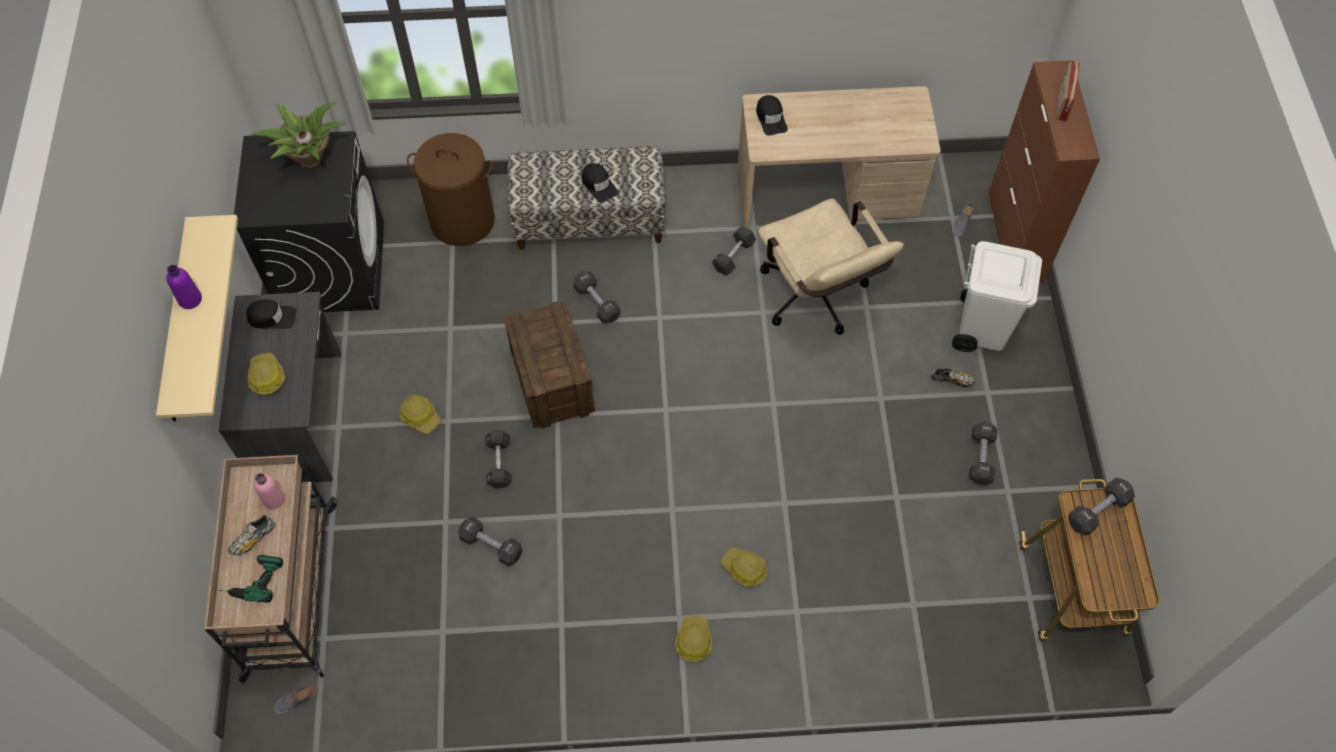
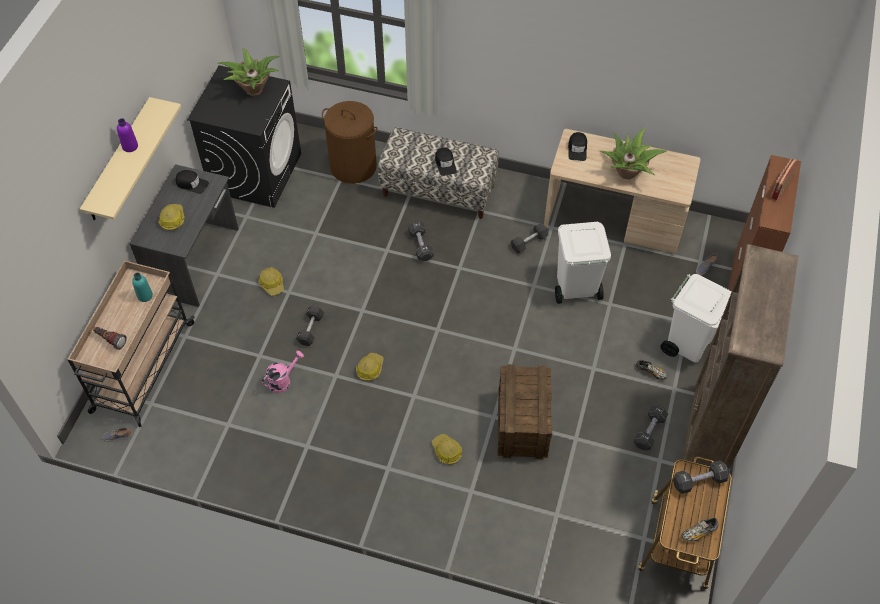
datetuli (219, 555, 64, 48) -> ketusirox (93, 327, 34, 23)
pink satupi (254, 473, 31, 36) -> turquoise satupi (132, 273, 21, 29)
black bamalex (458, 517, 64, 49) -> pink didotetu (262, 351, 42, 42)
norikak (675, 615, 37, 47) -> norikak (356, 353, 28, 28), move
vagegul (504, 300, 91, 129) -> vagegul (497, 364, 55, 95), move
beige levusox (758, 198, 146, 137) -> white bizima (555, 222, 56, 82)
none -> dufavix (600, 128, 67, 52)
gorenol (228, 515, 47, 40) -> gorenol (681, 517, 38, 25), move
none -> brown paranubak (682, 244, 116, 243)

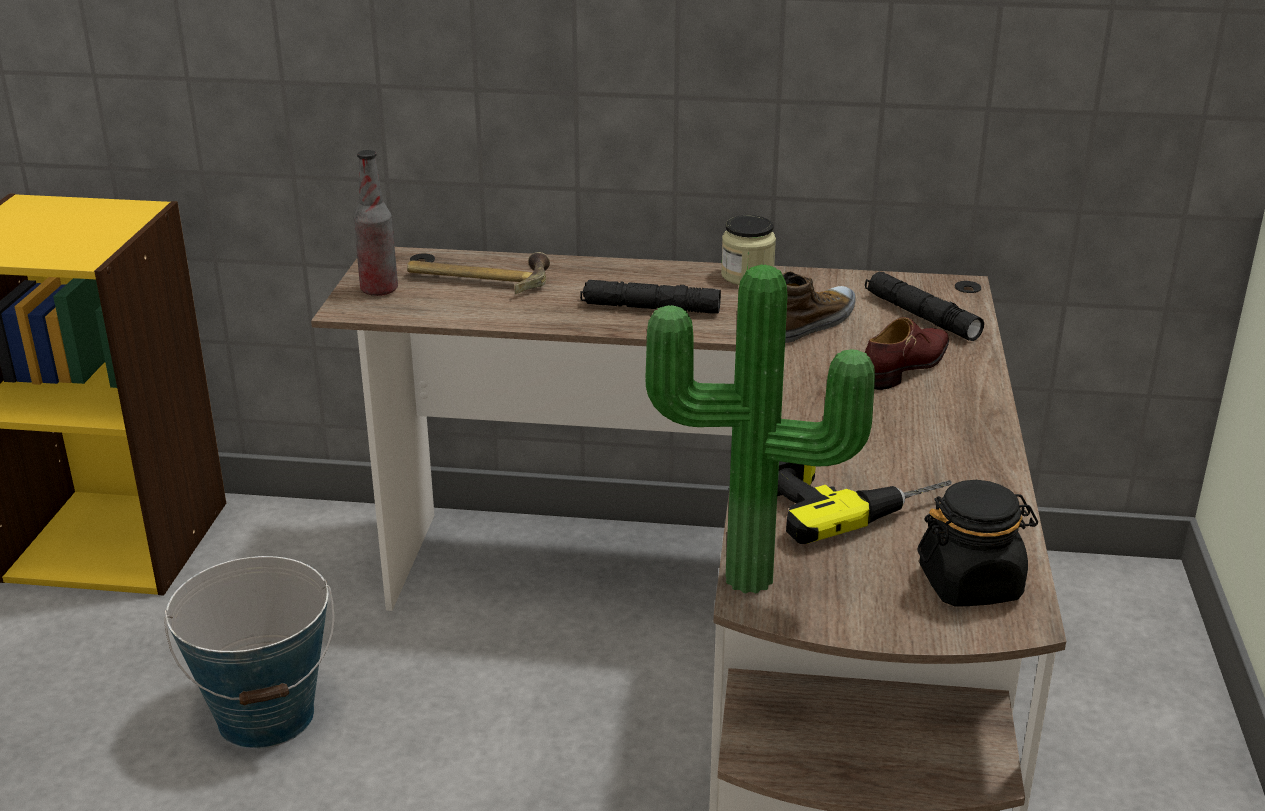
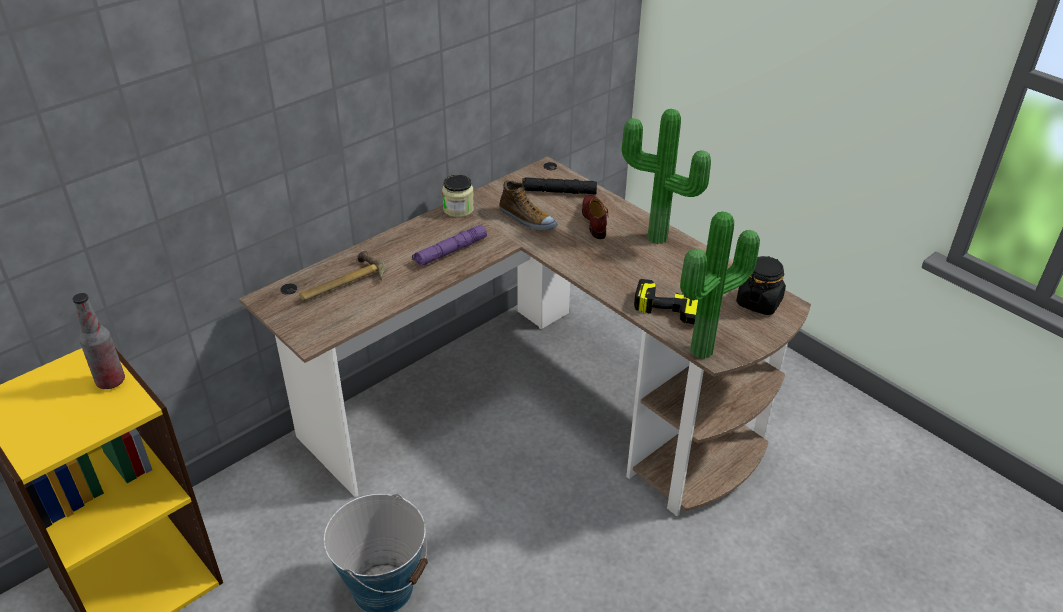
satupi (354, 150, 44, 146) -> satupi (72, 293, 53, 96), move
black ketusirox (580, 280, 141, 34) -> purple ketusirox (412, 225, 75, 41)
gorenol (782, 271, 74, 72) -> gorenol (499, 180, 58, 51), 135 degrees clockwise
none -> dufavix (622, 109, 89, 135)

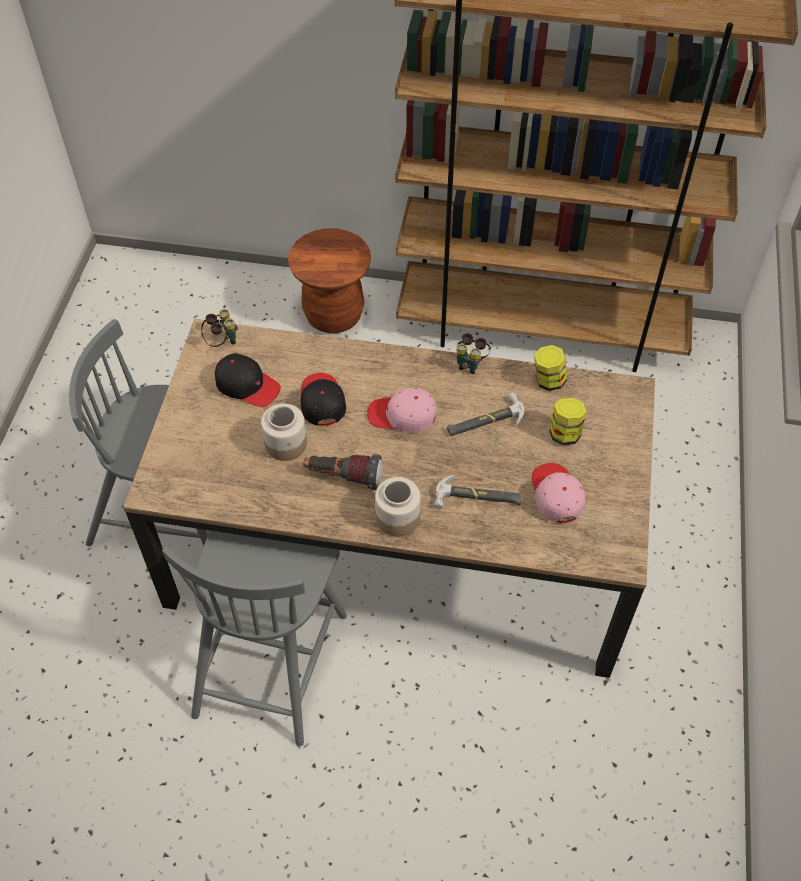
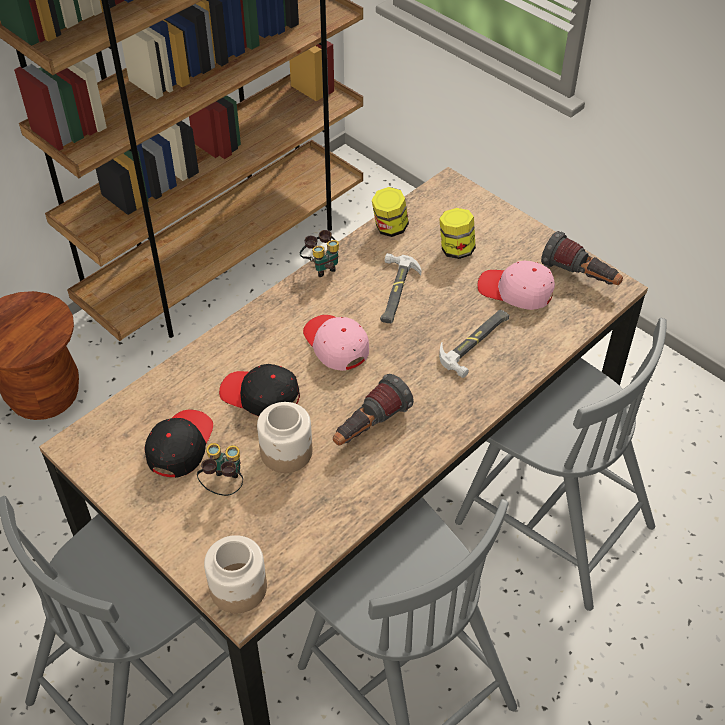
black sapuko (215, 354, 66, 53) -> black sapuko (144, 409, 69, 69), 45 degrees counterclockwise
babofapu (201, 309, 37, 38) -> babofapu (197, 443, 46, 53), move
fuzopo (375, 477, 46, 60) -> fuzopo (204, 535, 63, 78), move
pink sapuko (367, 388, 69, 45) -> pink sapuko (303, 315, 66, 56), 105 degrees clockwise
none -> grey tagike (455, 318, 212, 293)
none -> ketusirox (541, 231, 82, 54)

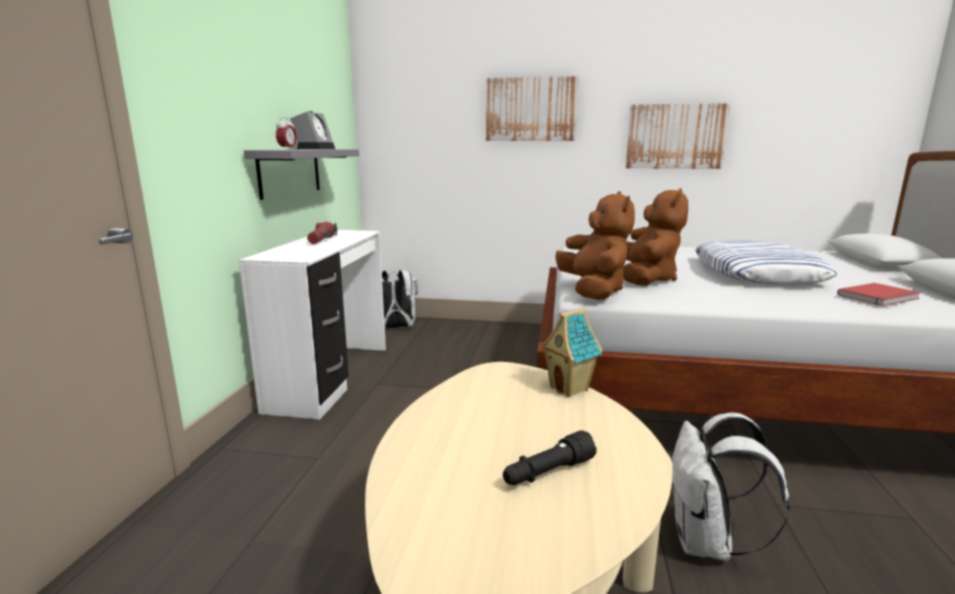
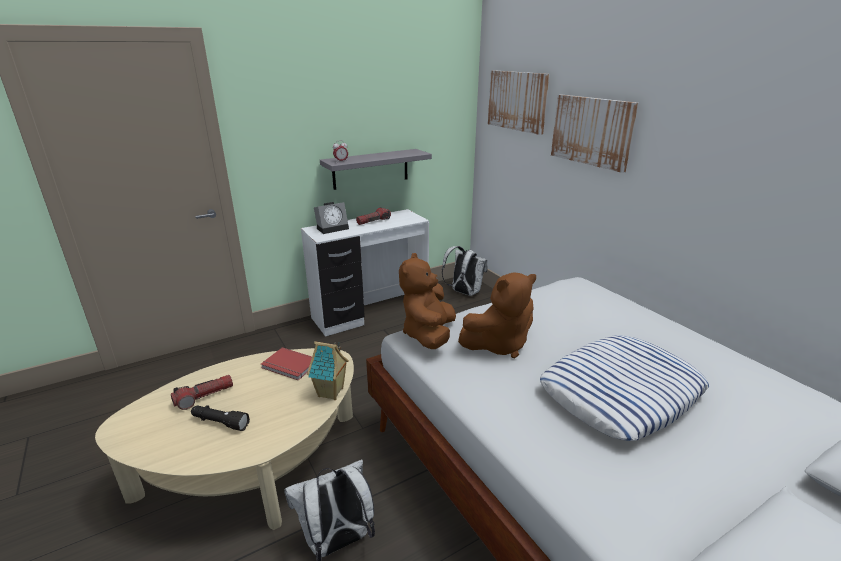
none -> ketusirox (171, 375, 62, 35)
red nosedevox (837, 283, 84, 23) -> red nosedevox (261, 347, 51, 34), move
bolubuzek (290, 111, 45, 38) -> bolubuzek (314, 202, 35, 32), move
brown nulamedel (555, 191, 80, 109) -> brown nulamedel (399, 253, 57, 96), 150 degrees clockwise
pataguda (626, 103, 104, 66) -> pataguda (488, 70, 62, 65), move

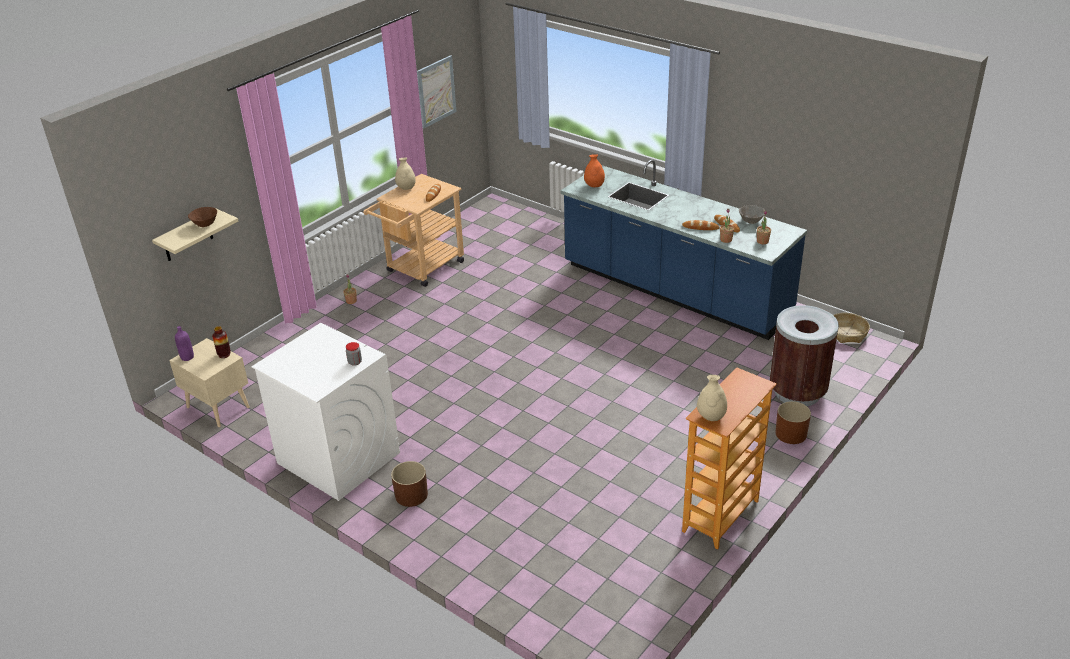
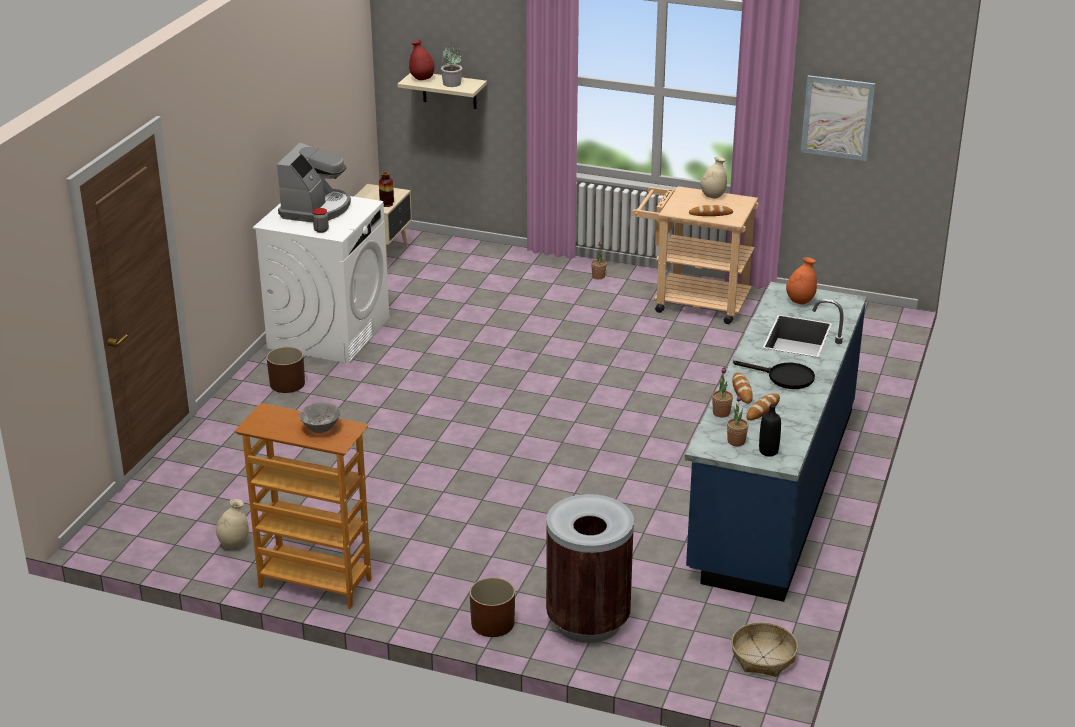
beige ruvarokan (697, 375, 30, 46) -> beige ruvarokan (216, 499, 33, 49), move
none -> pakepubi (277, 143, 74, 79)
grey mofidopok (739, 205, 26, 19) -> grey mofidopok (299, 403, 42, 30), move
none -> red ruvarokan (409, 40, 25, 40)
brown mofidopok (188, 207, 29, 20) -> dufavix (441, 43, 22, 44)
none -> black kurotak (733, 361, 82, 28)
none -> black satupi (759, 404, 22, 53)
purple satupi (175, 326, 19, 35) -> none

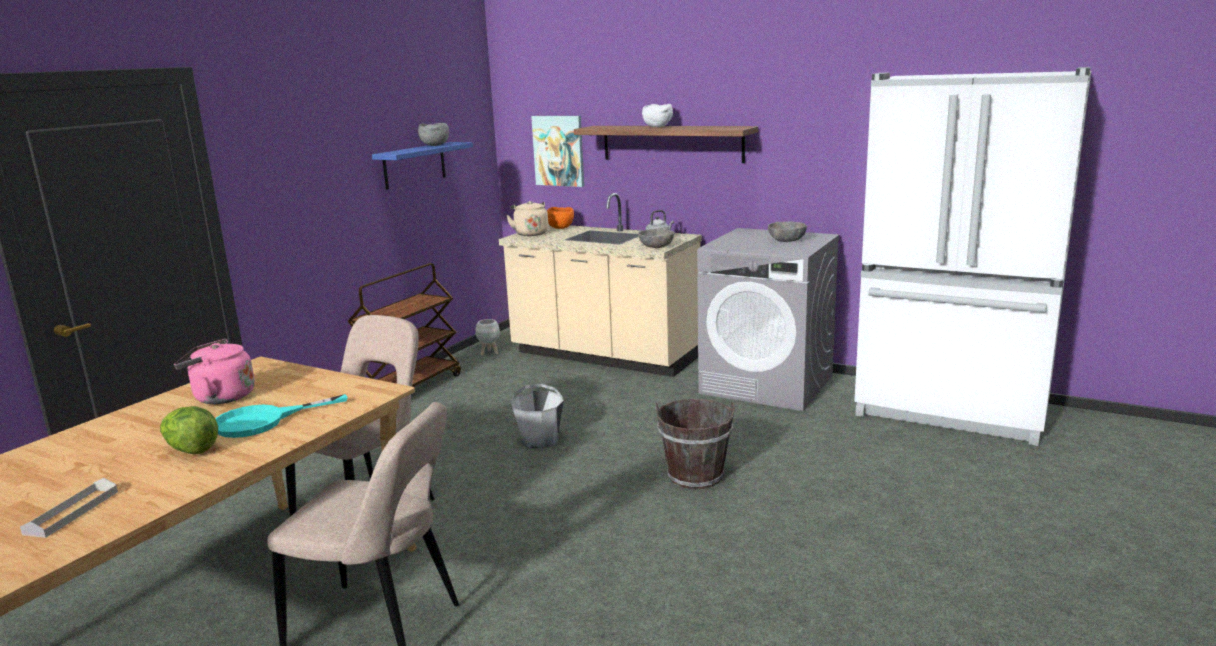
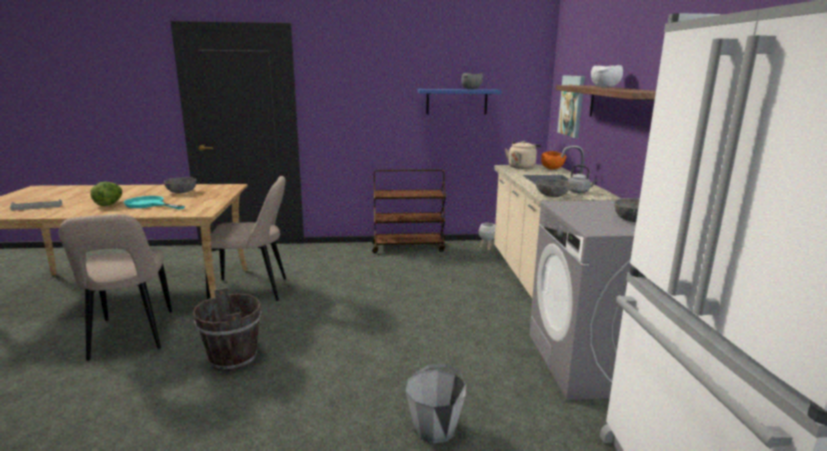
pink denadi (174, 339, 81, 65) -> grey mofidopok (164, 177, 33, 17)
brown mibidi (656, 399, 79, 90) -> brown mibidi (193, 288, 68, 83), move
grey mibidi (510, 384, 54, 65) -> grey mibidi (405, 364, 61, 80), move

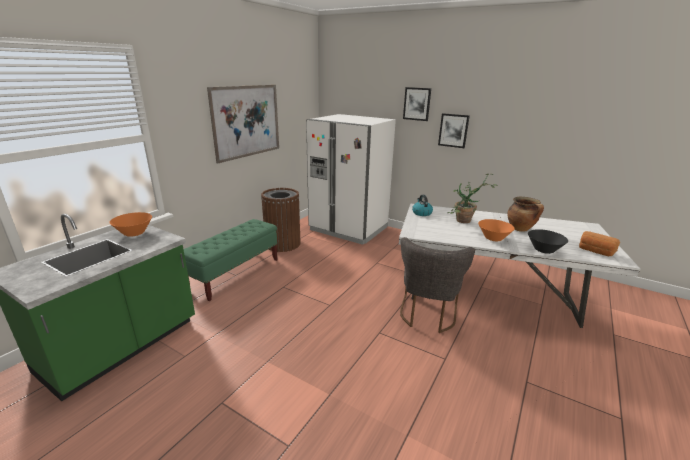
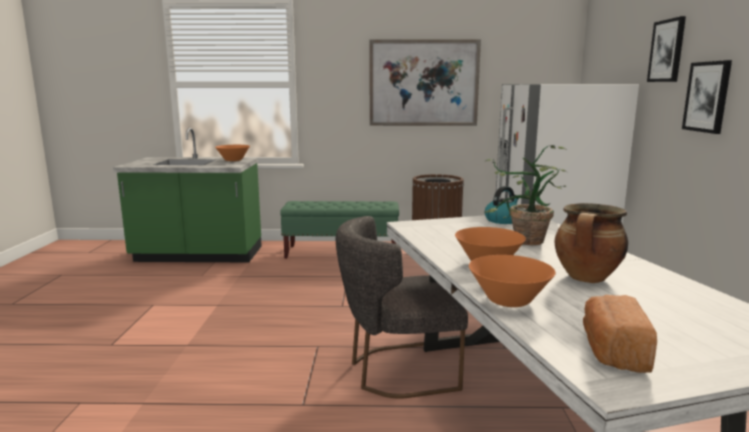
black mofidopok (528, 229, 40, 25) -> orange mofidopok (469, 255, 87, 52)

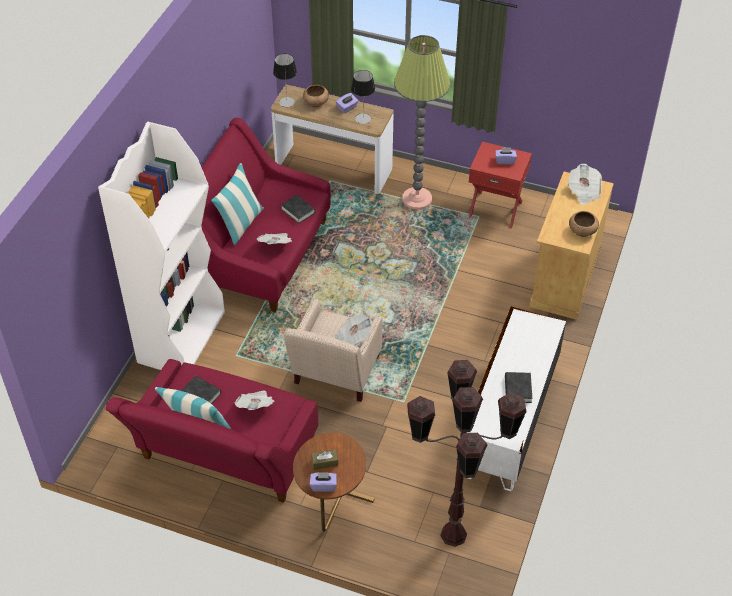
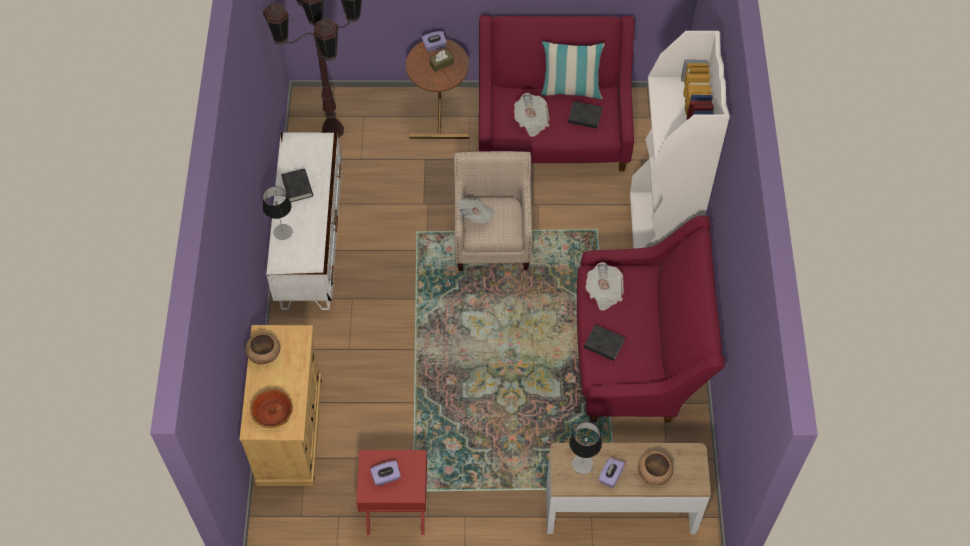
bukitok (568, 164, 34, 41) -> mofidopok (250, 389, 43, 39)
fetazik (273, 54, 24, 53) -> fetazik (263, 186, 29, 54), move
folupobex (211, 163, 53, 82) -> none
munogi (394, 35, 56, 175) -> none

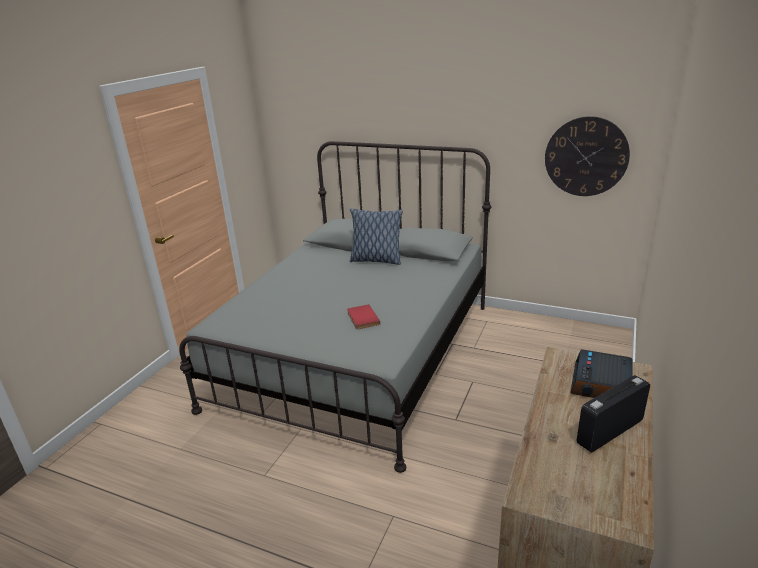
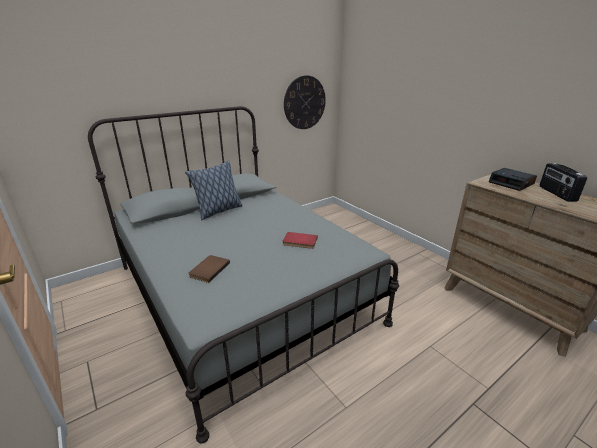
none -> brown nosedevox (188, 255, 42, 28)

